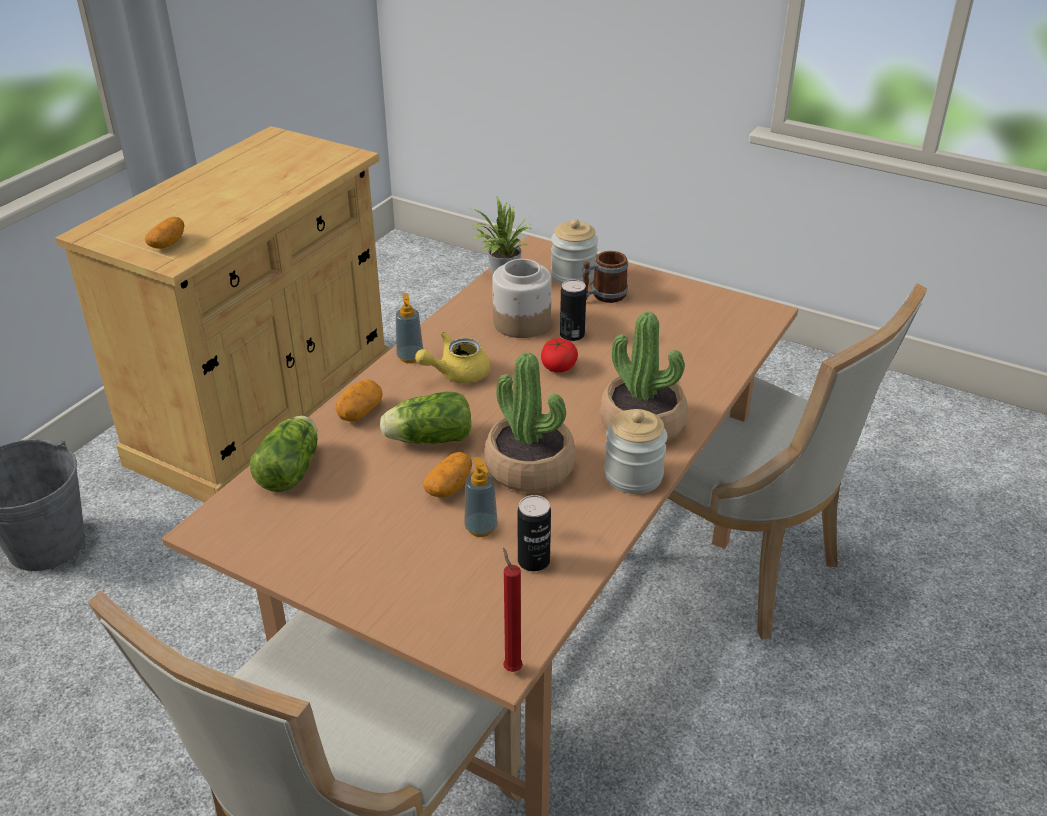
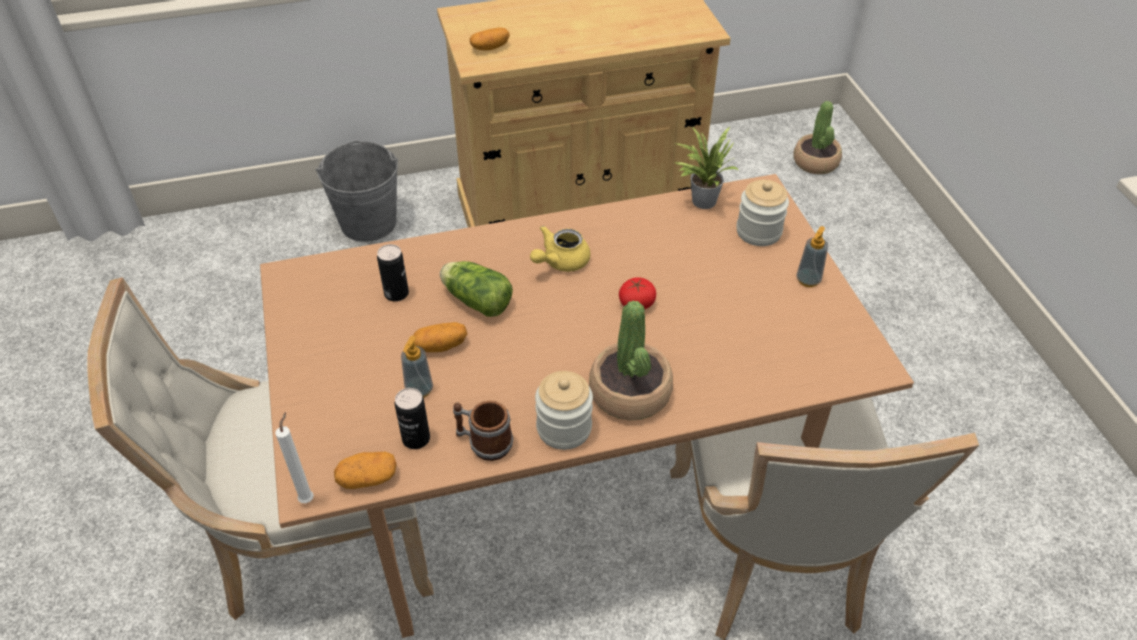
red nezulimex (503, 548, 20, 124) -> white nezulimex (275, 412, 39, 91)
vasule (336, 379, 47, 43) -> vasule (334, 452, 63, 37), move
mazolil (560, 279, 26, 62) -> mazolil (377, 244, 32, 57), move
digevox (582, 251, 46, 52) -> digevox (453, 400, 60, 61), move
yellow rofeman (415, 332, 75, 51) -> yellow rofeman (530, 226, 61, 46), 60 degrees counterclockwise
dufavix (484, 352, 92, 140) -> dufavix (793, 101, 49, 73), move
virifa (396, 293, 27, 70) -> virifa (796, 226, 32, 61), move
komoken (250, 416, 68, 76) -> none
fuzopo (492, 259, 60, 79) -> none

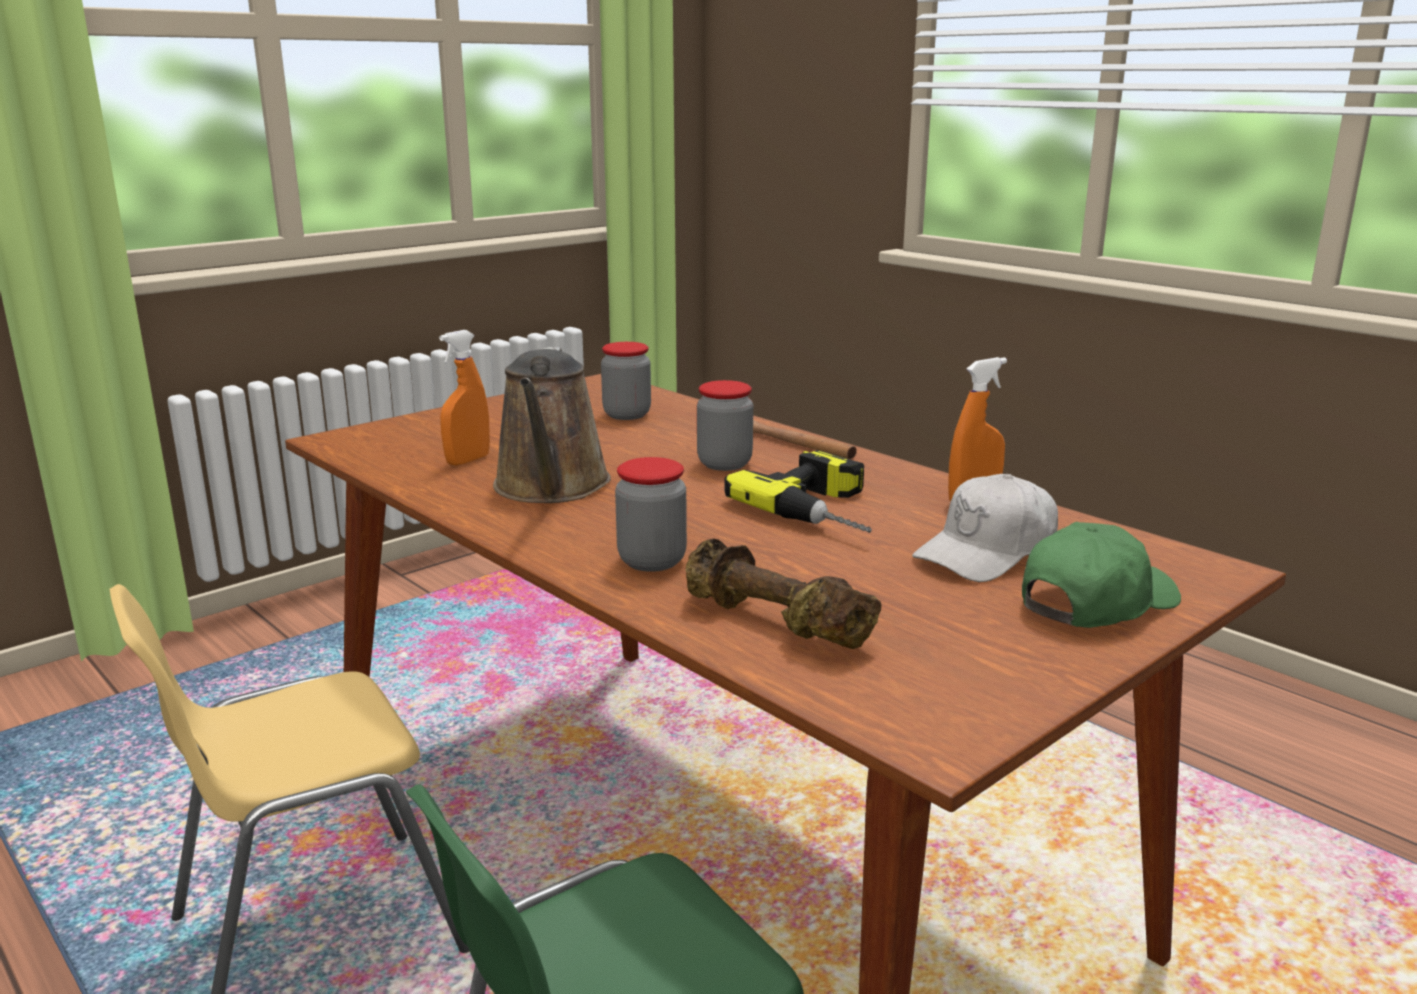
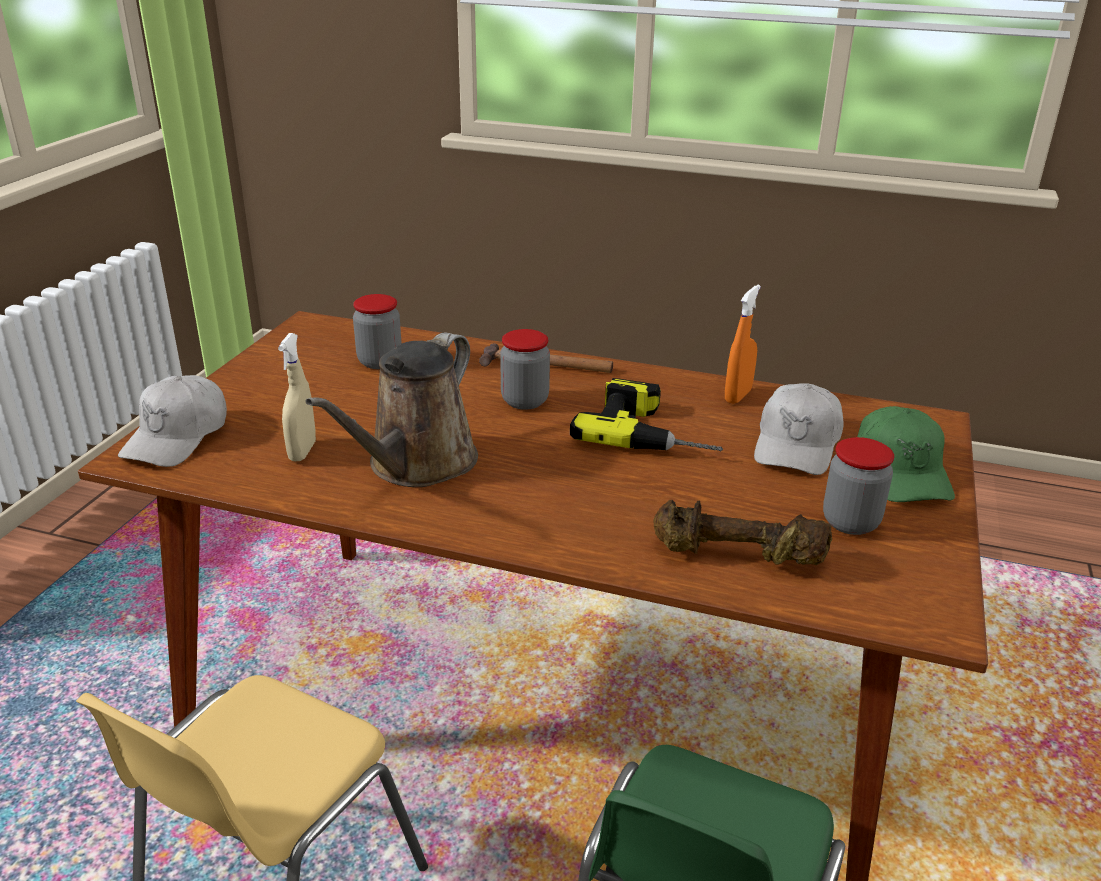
none -> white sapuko (118, 375, 109, 92)
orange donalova (439, 330, 51, 136) -> beige donalova (278, 333, 38, 128)
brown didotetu (493, 347, 118, 156) -> brown didotetu (306, 333, 172, 154), 60 degrees clockwise
fuzopo (615, 457, 72, 115) -> fuzopo (823, 437, 71, 98), move
green sapuko (1022, 522, 159, 106) -> green sapuko (857, 406, 98, 96), 150 degrees clockwise

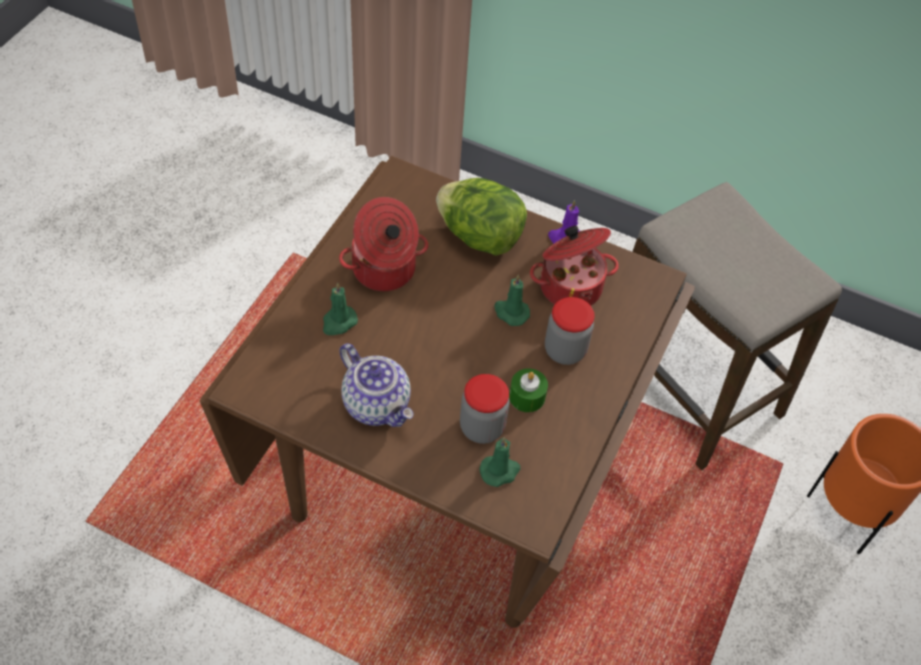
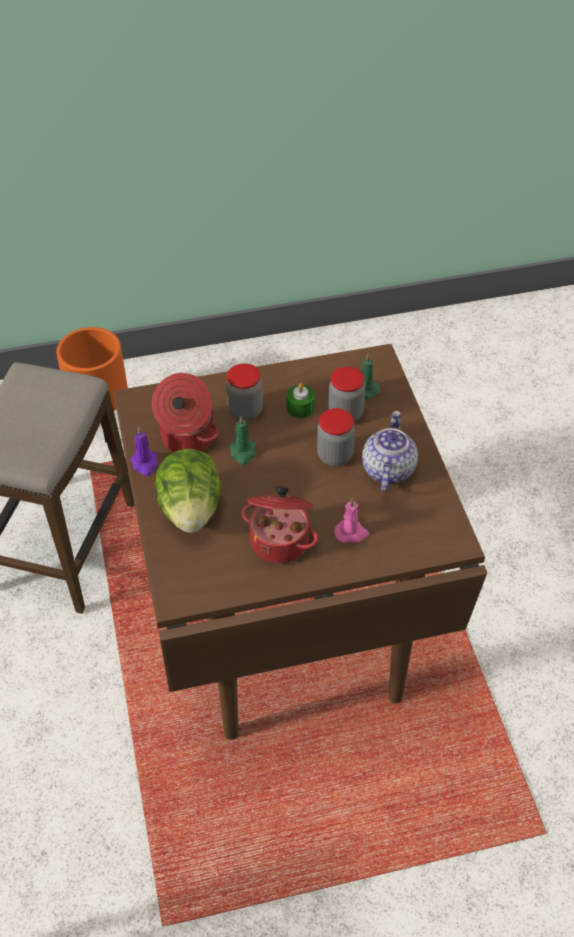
none -> fuzopo (317, 408, 38, 58)
green nezulimex (323, 282, 35, 53) -> pink nezulimex (335, 498, 34, 45)

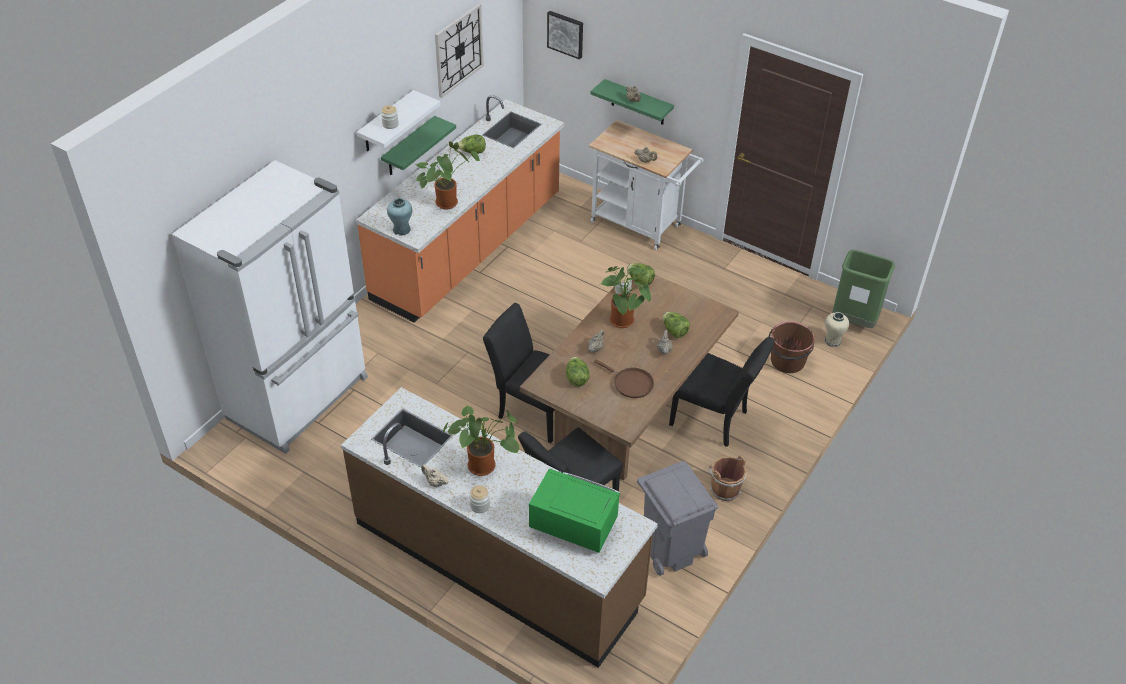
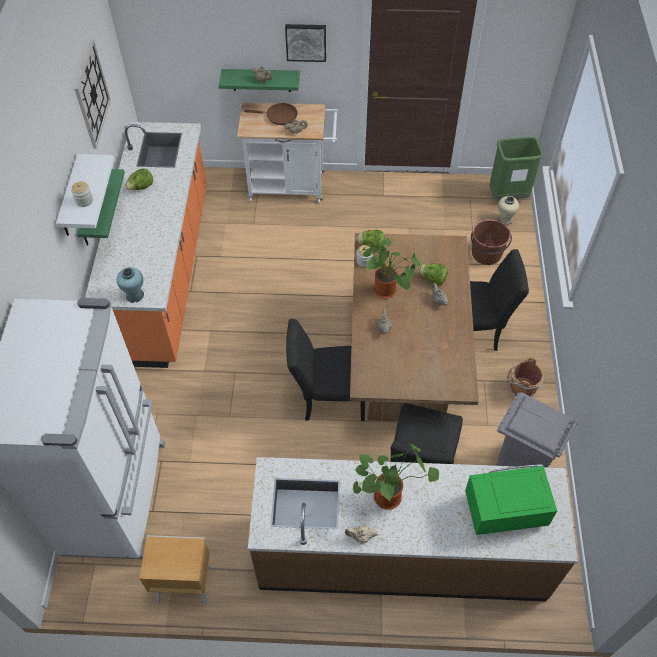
none -> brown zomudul (139, 535, 74, 70)
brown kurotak (594, 359, 60, 39) -> brown kurotak (244, 103, 53, 22), move
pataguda (547, 11, 36, 49) -> pataguda (285, 24, 41, 38), move
dufavix (416, 142, 64, 67) -> none
fuzopo (469, 486, 21, 27) -> none
komoken (566, 356, 24, 31) -> none

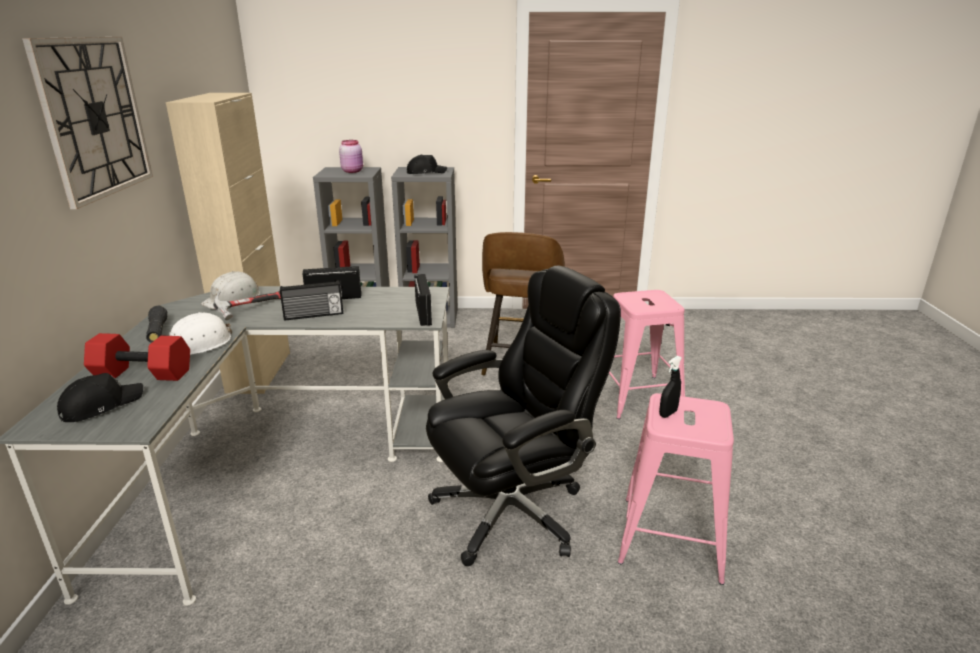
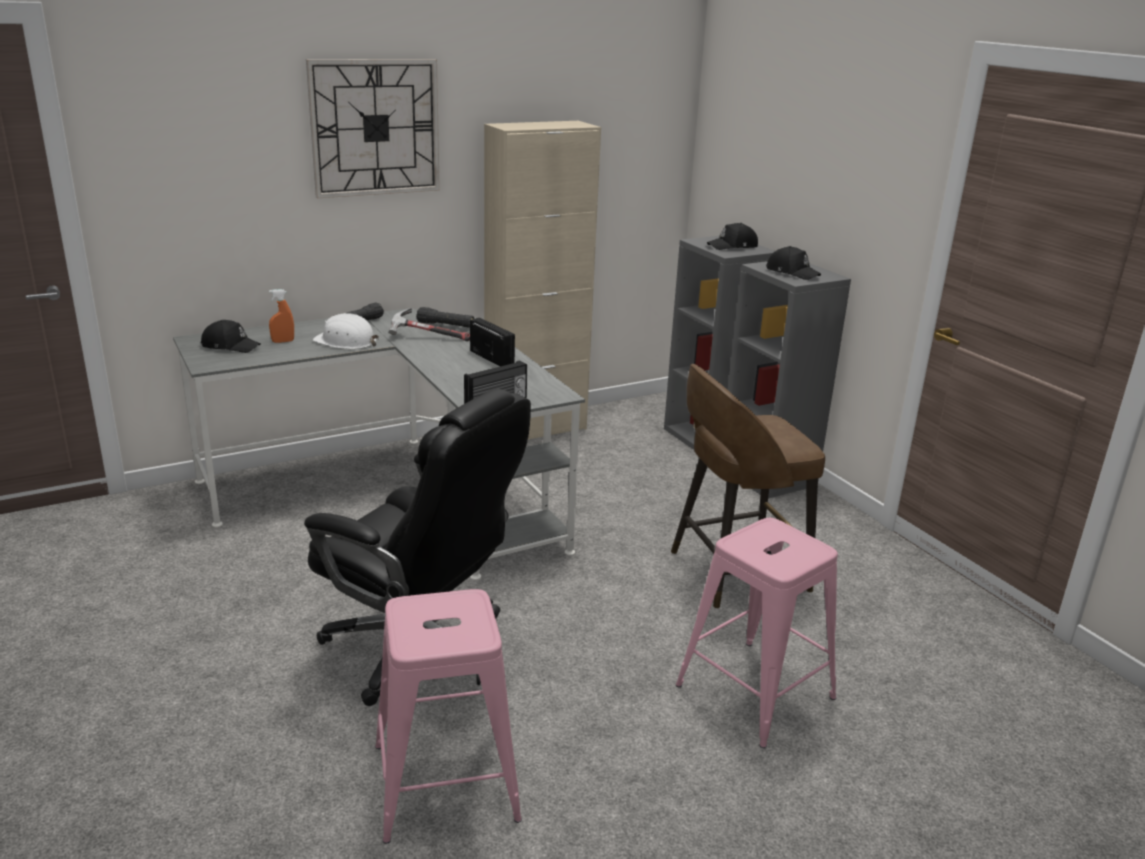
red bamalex (84, 333, 106, 48) -> orange donalova (269, 289, 25, 54)
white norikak (201, 271, 59, 38) -> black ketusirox (416, 307, 59, 21)
pink fuzopo (339, 140, 24, 33) -> black sapuko (707, 223, 51, 27)
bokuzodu (280, 280, 63, 41) -> none
black donalova (659, 356, 23, 62) -> none

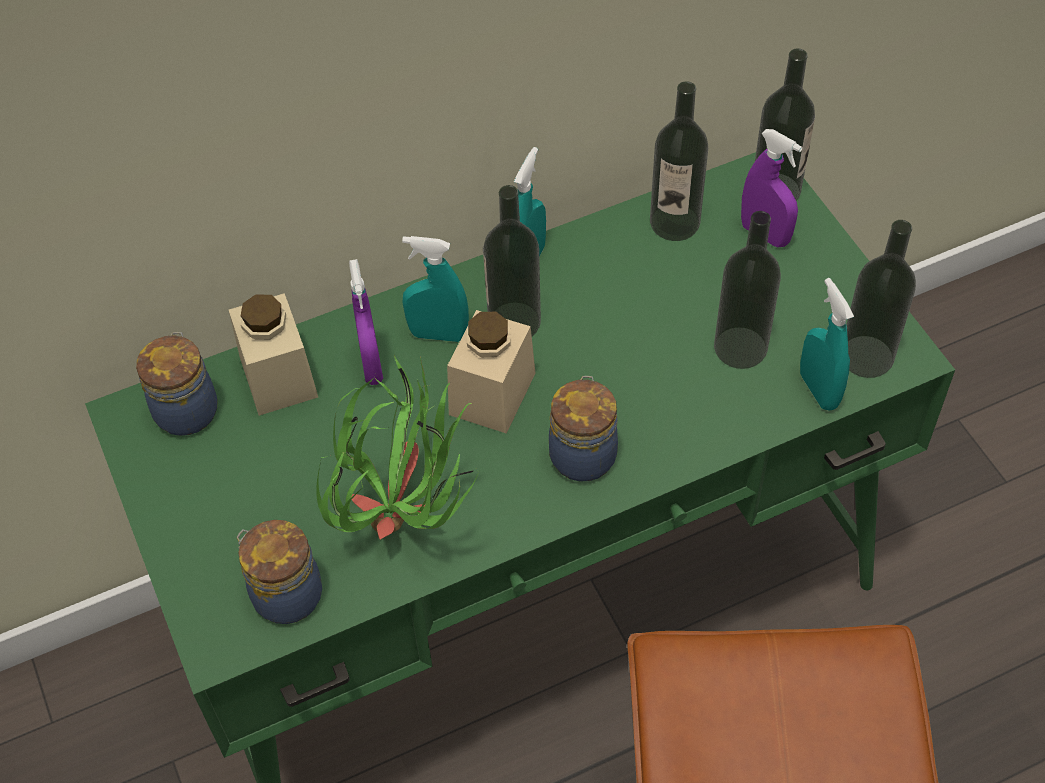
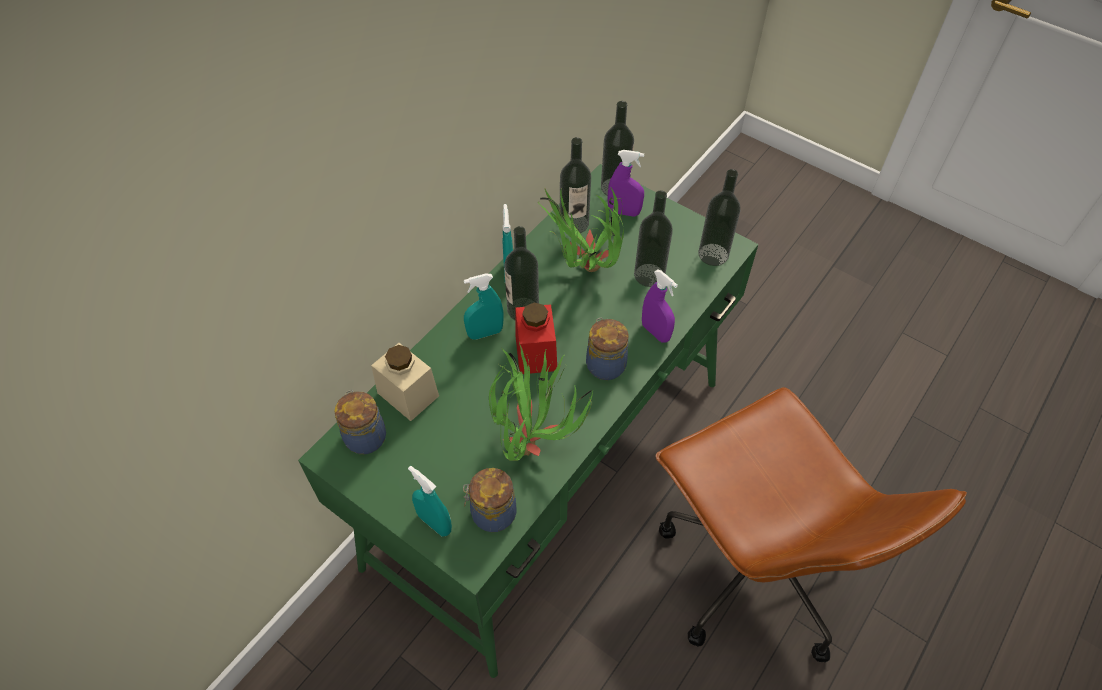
turquoise donalova (800, 278, 54, 133) -> turquoise donalova (408, 466, 44, 71), move
beige fuzopo (447, 310, 89, 124) -> red fuzopo (515, 303, 42, 71)
none -> dufavix (539, 187, 85, 85)
purple donalova (349, 259, 34, 126) -> purple donalova (642, 269, 36, 74), move

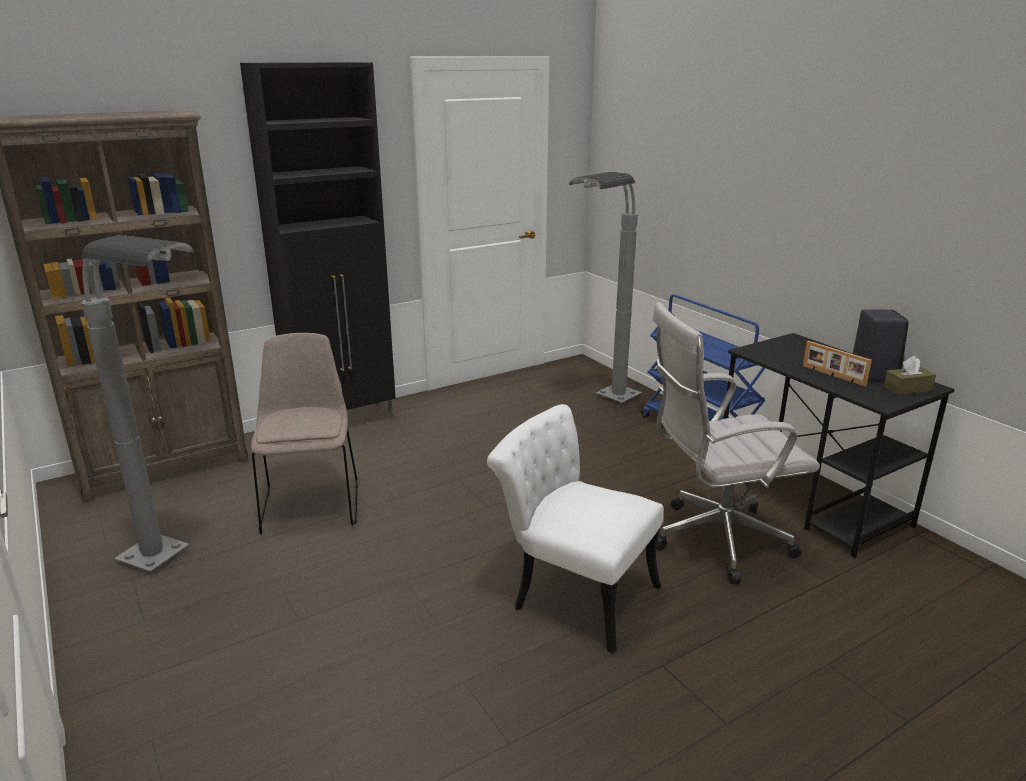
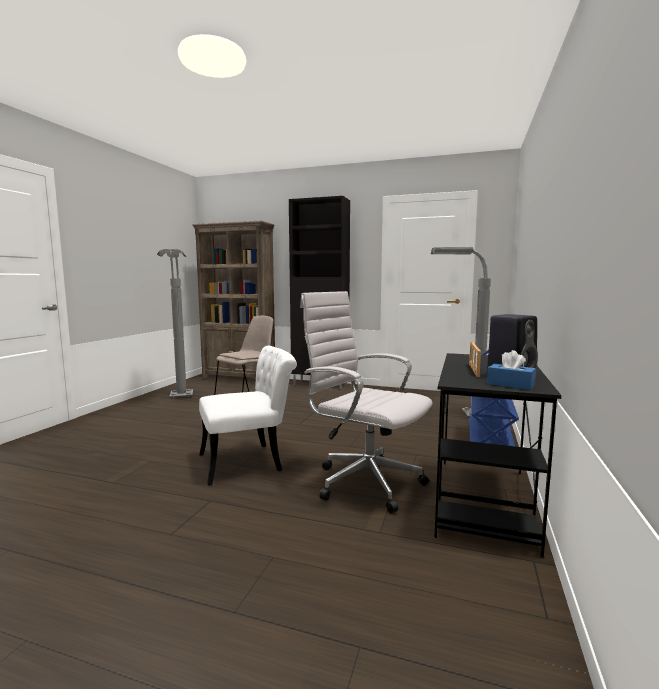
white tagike (487, 404, 177, 250) -> white tagike (199, 346, 98, 139), 75 degrees clockwise
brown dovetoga (884, 356, 52, 39) -> blue dovetoga (487, 350, 49, 40)

